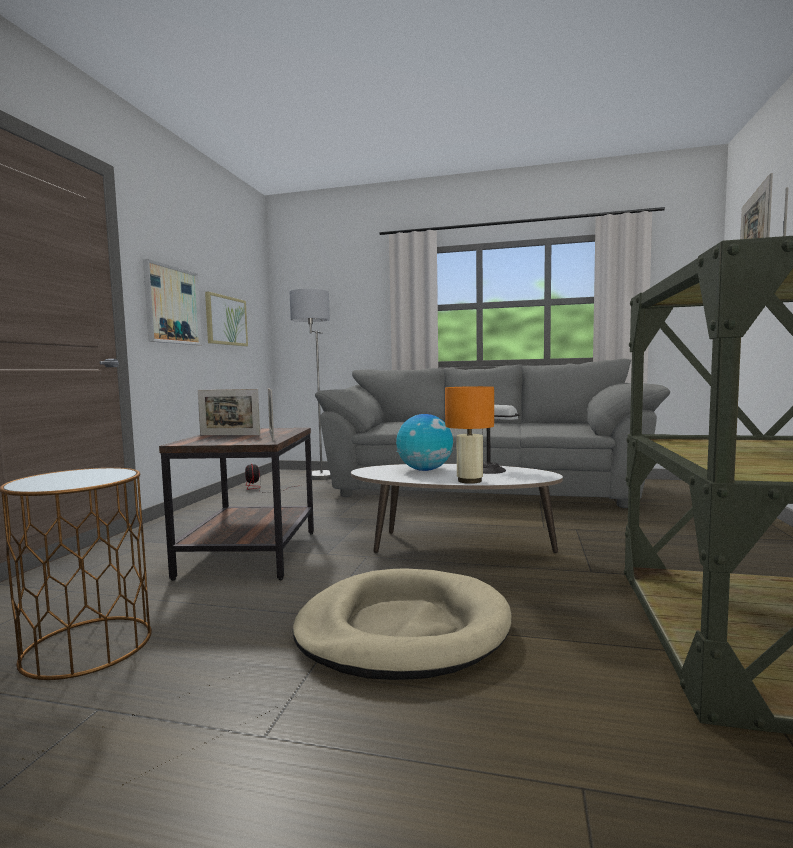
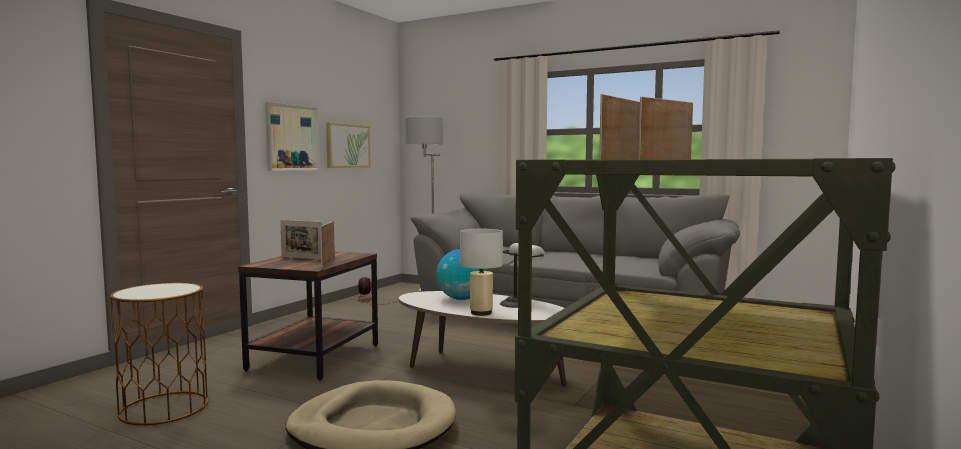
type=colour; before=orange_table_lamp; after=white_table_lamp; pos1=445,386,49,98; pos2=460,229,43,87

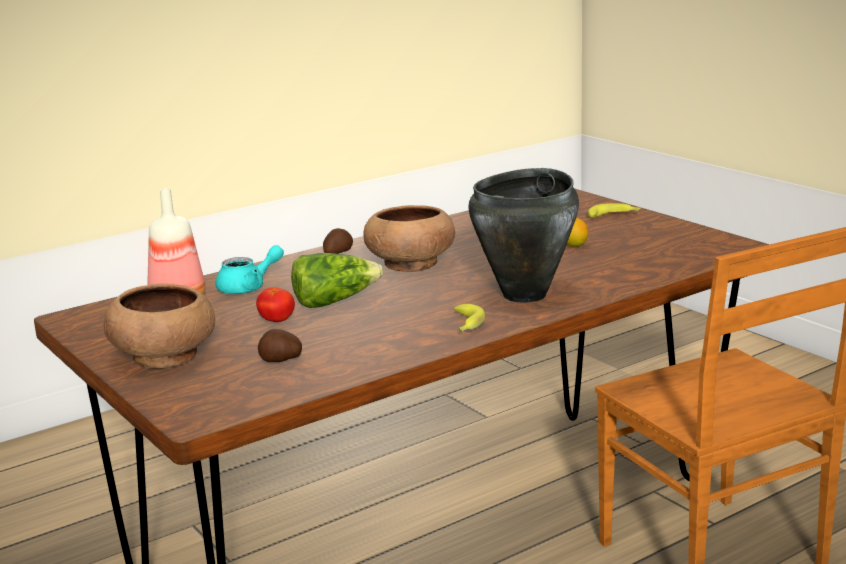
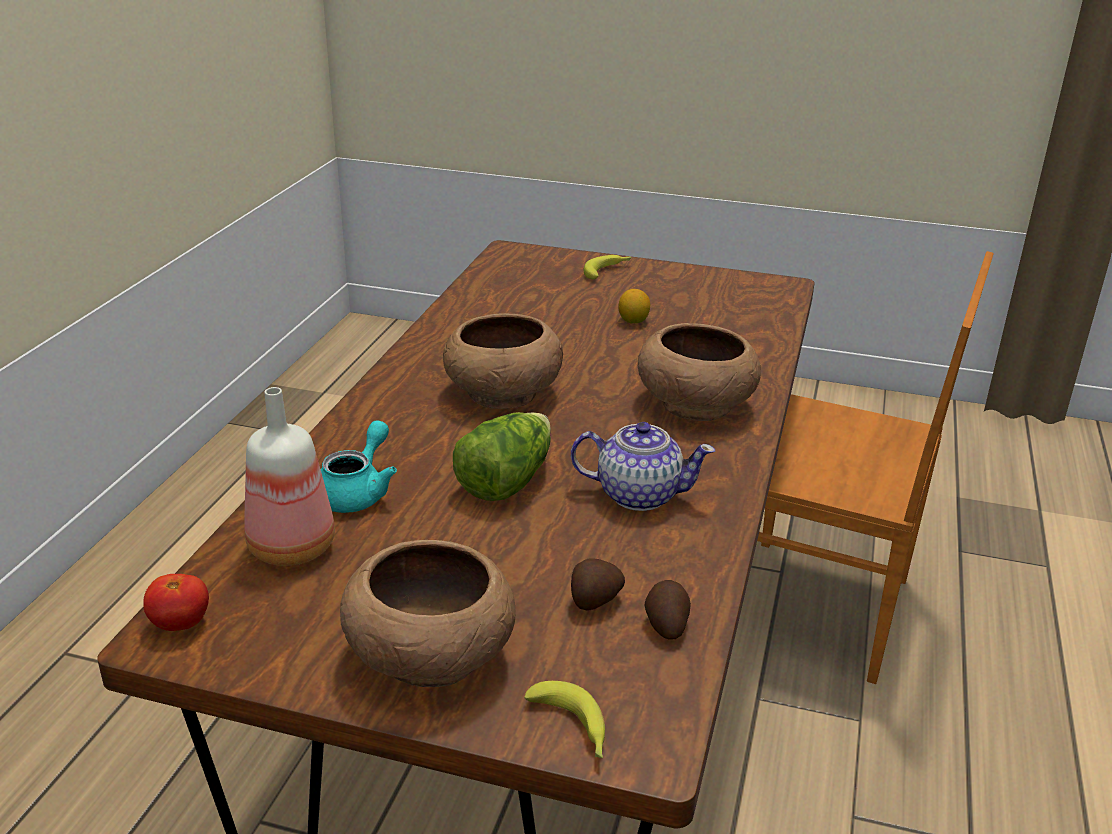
type=relocated; before=tomato; pos1=256,287,39,35; pos2=143,574,66,57
type=relocated; before=banana; pos1=454,304,31,27; pos2=524,681,81,77
type=appeared; after=teapot; pos2=571,422,144,89
type=exchanged; before=black_cooking_pot; after=brown_bowl; pos1=468,168,111,135; pos2=638,323,123,98
type=relocated; before=potato; pos1=323,228,30,26; pos2=645,580,46,60

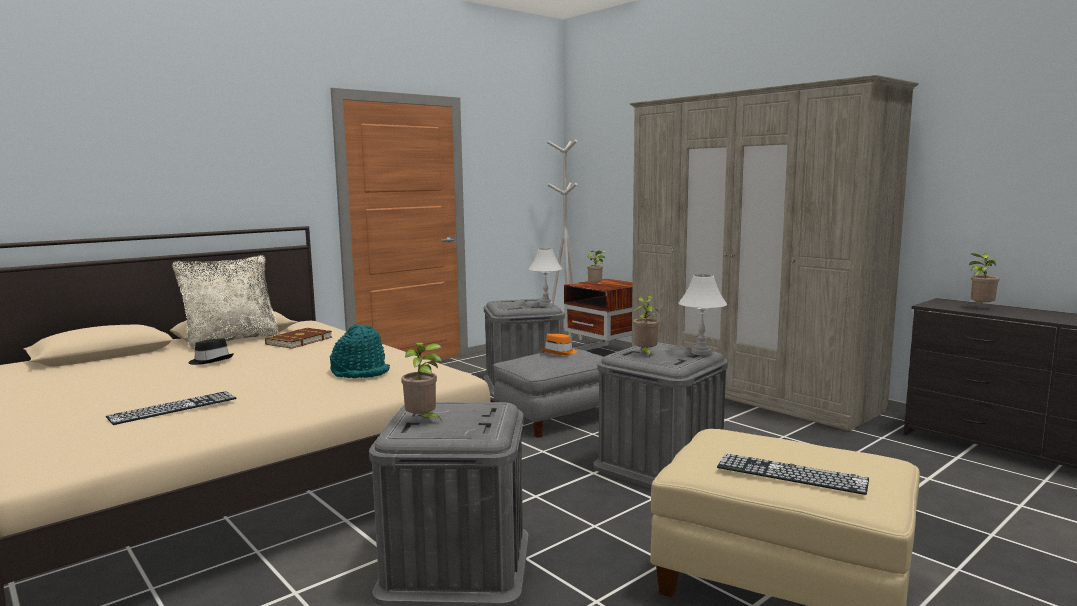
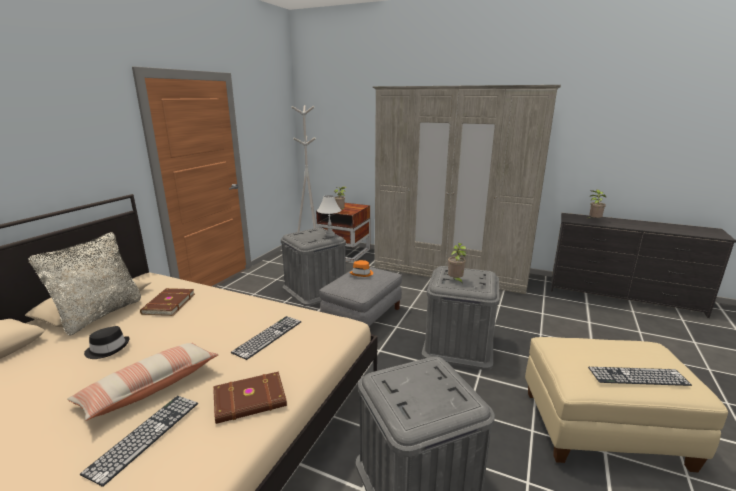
type=appeared; after=pillow; pos2=67,343,152,77
type=appeared; after=brown_book; pos2=213,371,74,53
type=exchanged; before=turquoise_hat; after=keyboard; pos1=330,324,60,54; pos2=231,316,71,44
type=missing; before=potted_plant; pos1=401,342,41,79
type=missing; before=white_table_lamp; pos1=678,274,49,81

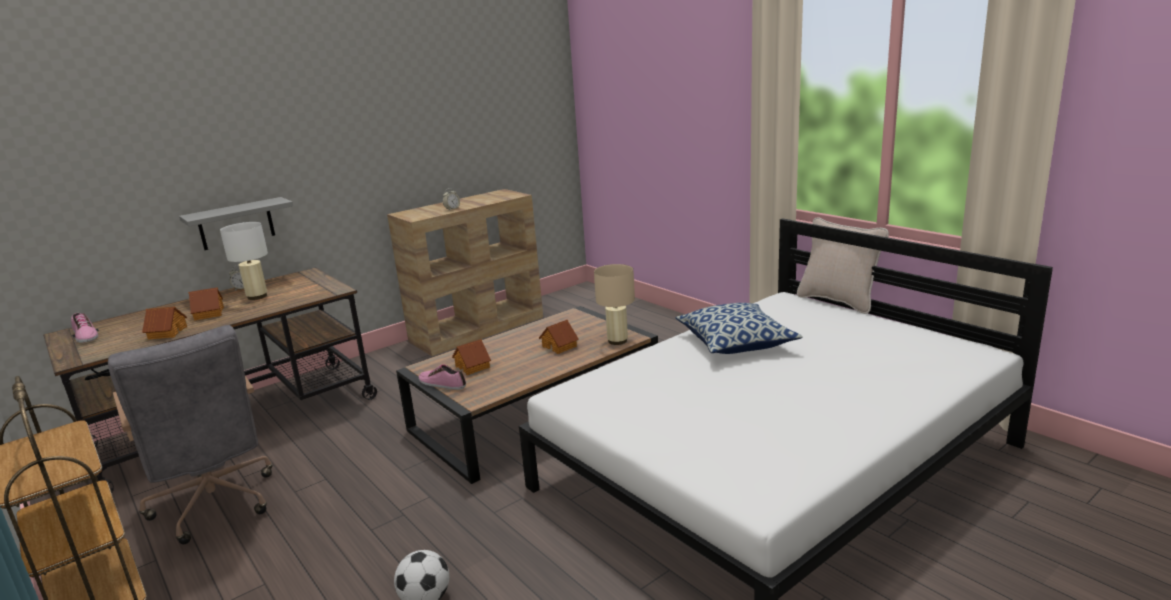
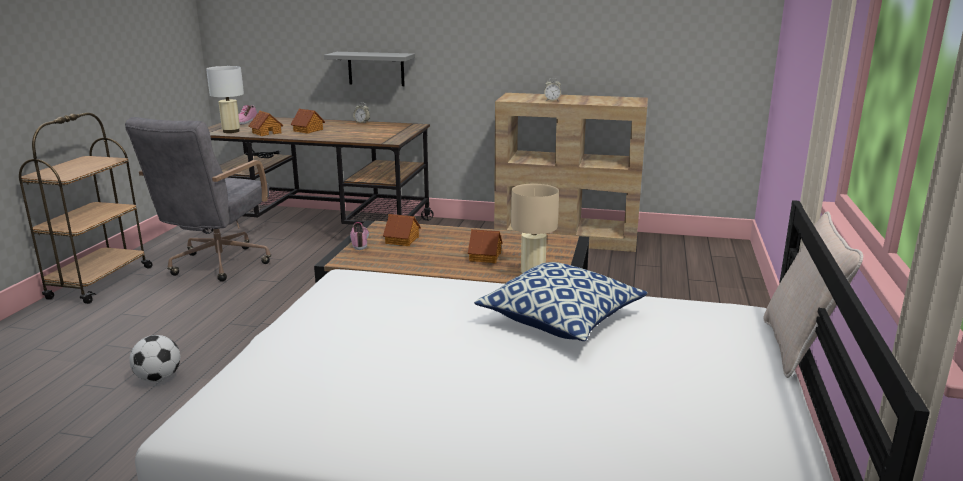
type=relocated; before=white_table_lamp; pos1=220,222,48,78; pos2=206,66,38,67

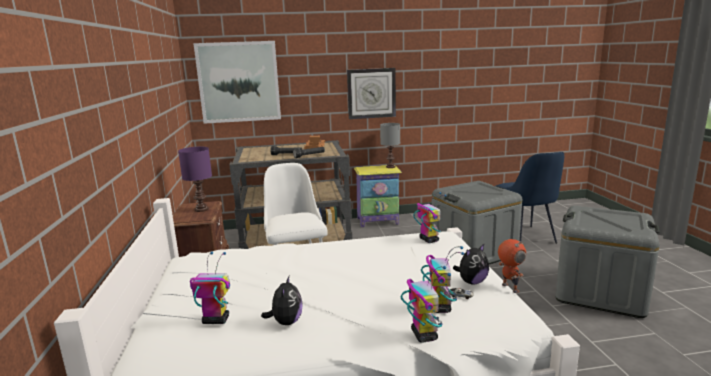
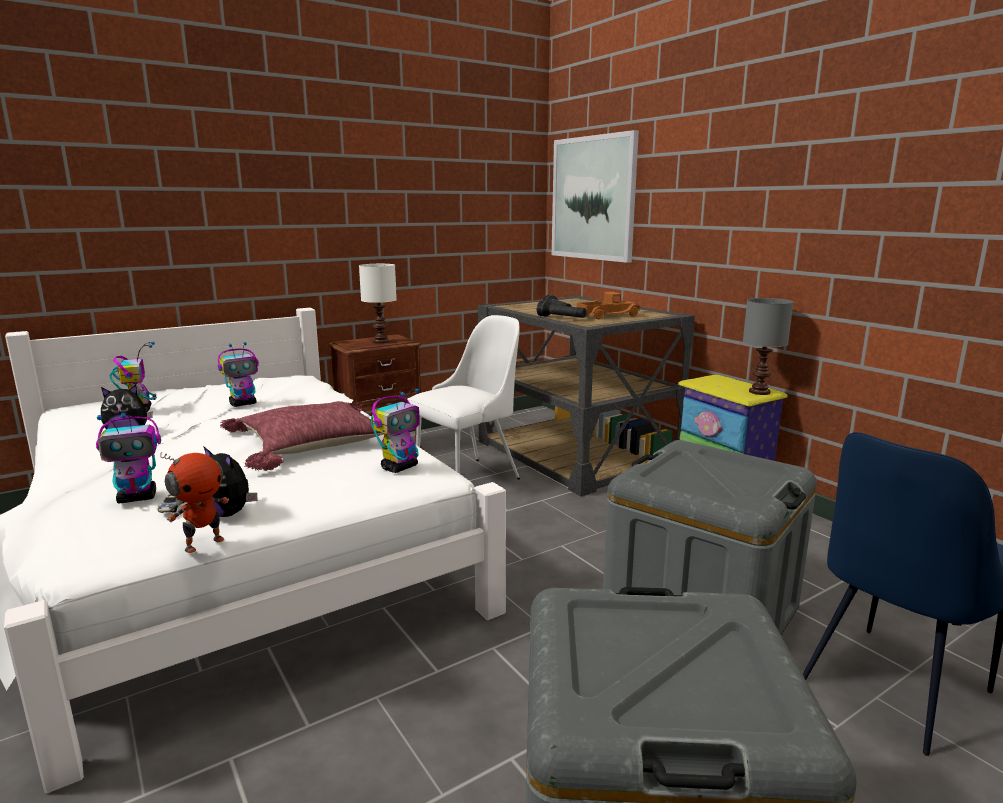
type=relocated; before=toy_robot; pos1=400,266,51,77; pos2=218,342,41,65
type=appeared; after=red_pillow; pos2=220,401,165,70
type=colour; before=purple_table_lamp; after=white_table_lamp; pos1=178,147,34,65; pos2=359,264,38,80
type=missing; before=wall_clock; pos1=347,68,49,51

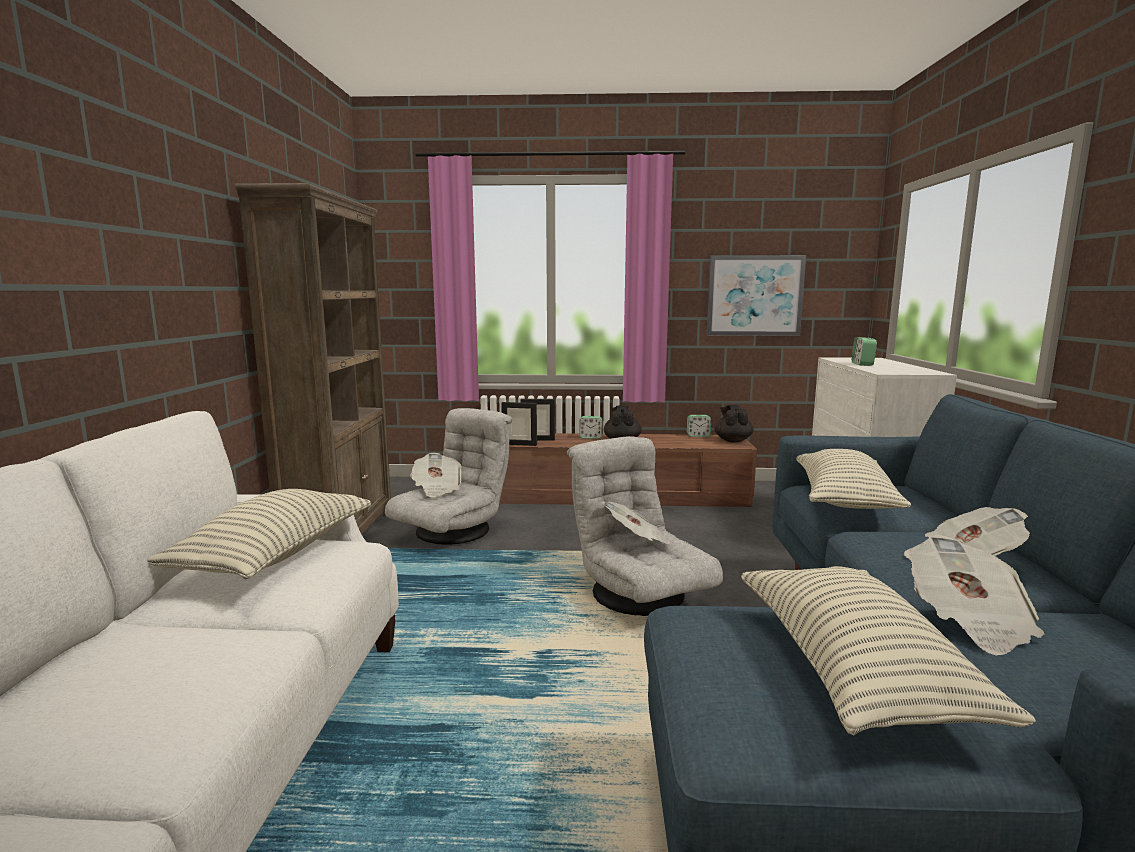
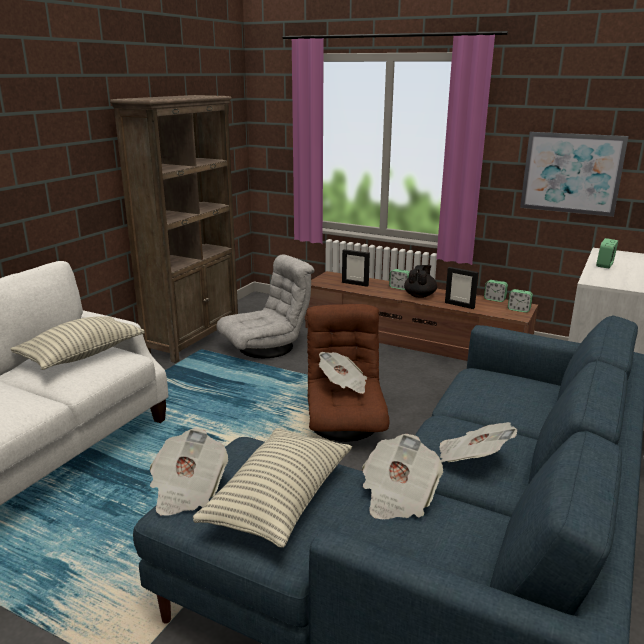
type=relocated; before=newspaper; pos1=410,453,52,44; pos2=150,428,78,88
type=colour; before=grey_armchair; after=brown_armchair; pos1=567,436,156,180; pos2=306,304,84,138
type=relocated; before=picture_frame; pos1=501,402,36,44; pos2=445,267,34,42
type=exchanged; before=black_teapot; after=alarm_clock; pos1=715,405,39,37; pos2=508,289,25,24
type=missing; before=pillow; pos1=796,449,115,60

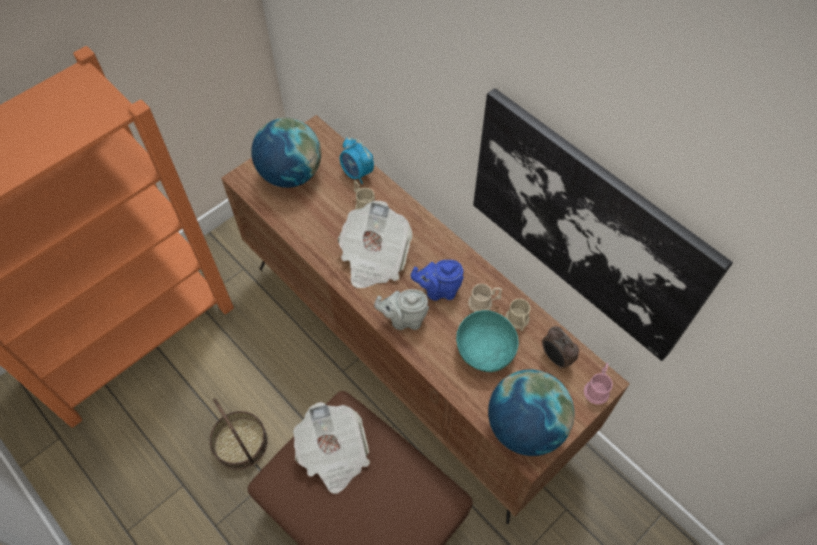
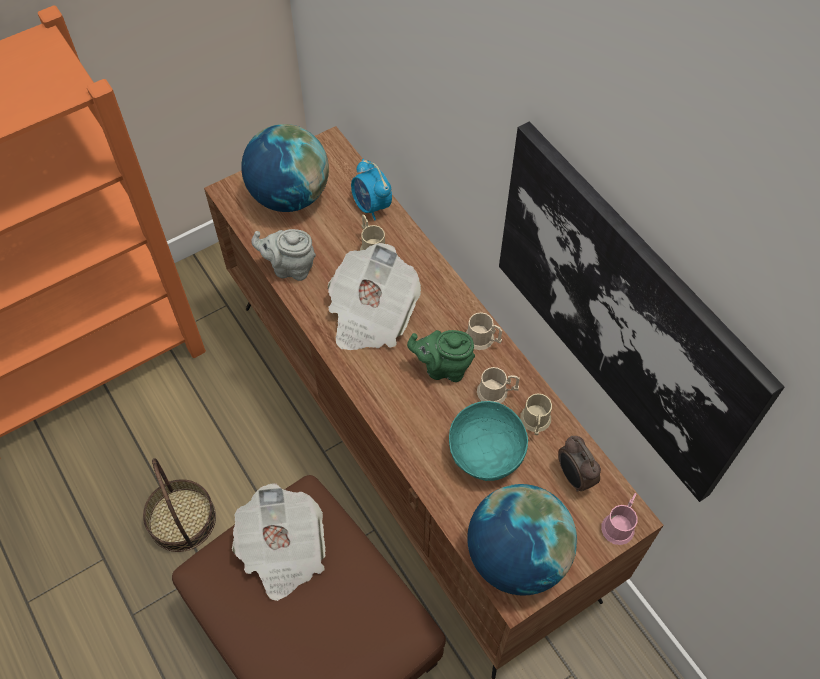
type=relocated; before=grey_teapot; pos1=374,289,55,41; pos2=251,229,65,52
type=colour; before=blue_teapot; after=green_teapot; pos1=411,260,53,41; pos2=407,330,68,52
type=appeared; after=beige_mug; pos2=465,312,37,38

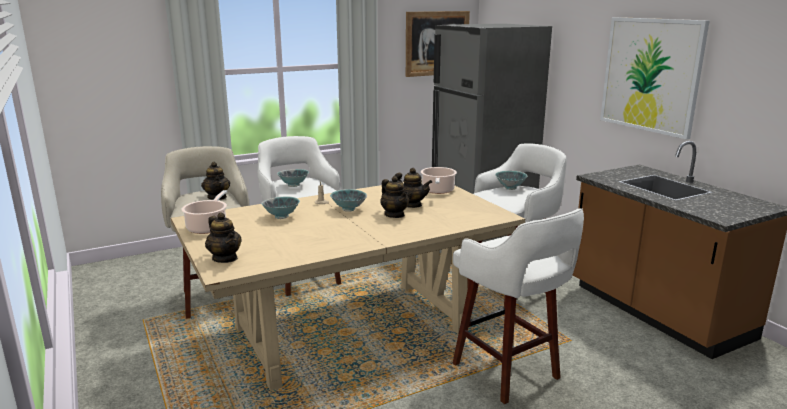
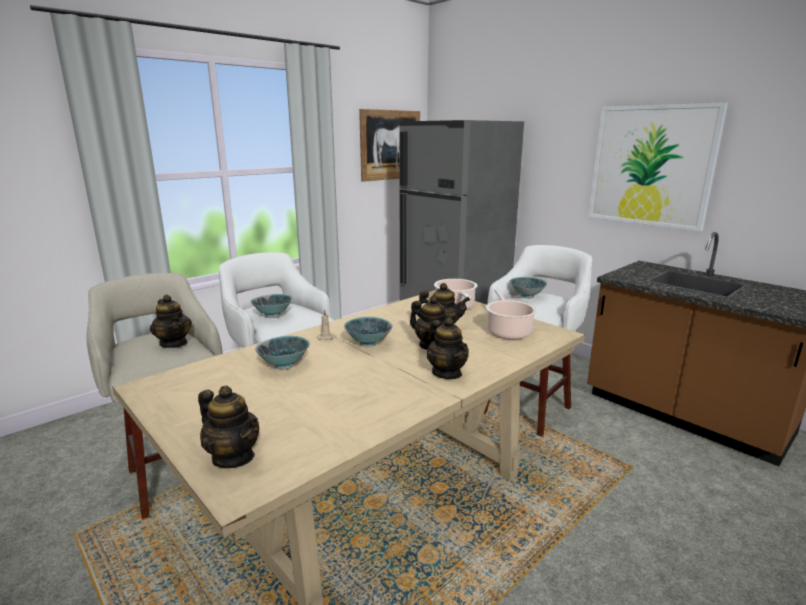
type=appeared; after=teapot; pos2=427,318,42,61
type=relocated; before=cooking_pot; pos1=182,190,45,44; pos2=486,289,51,51
type=missing; before=white_stool; pos1=453,208,131,196

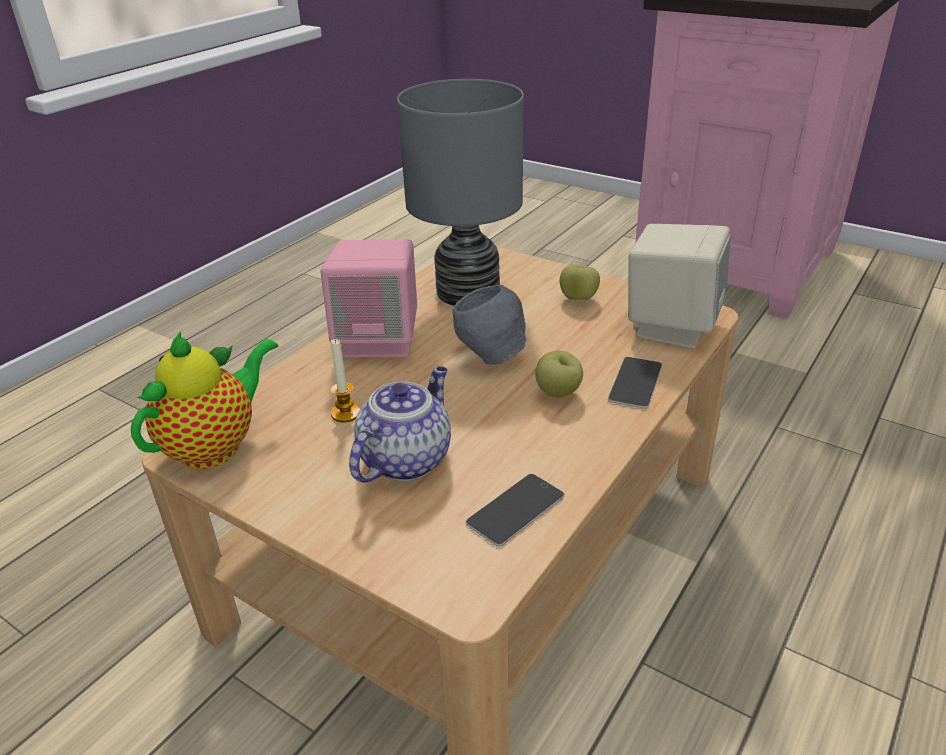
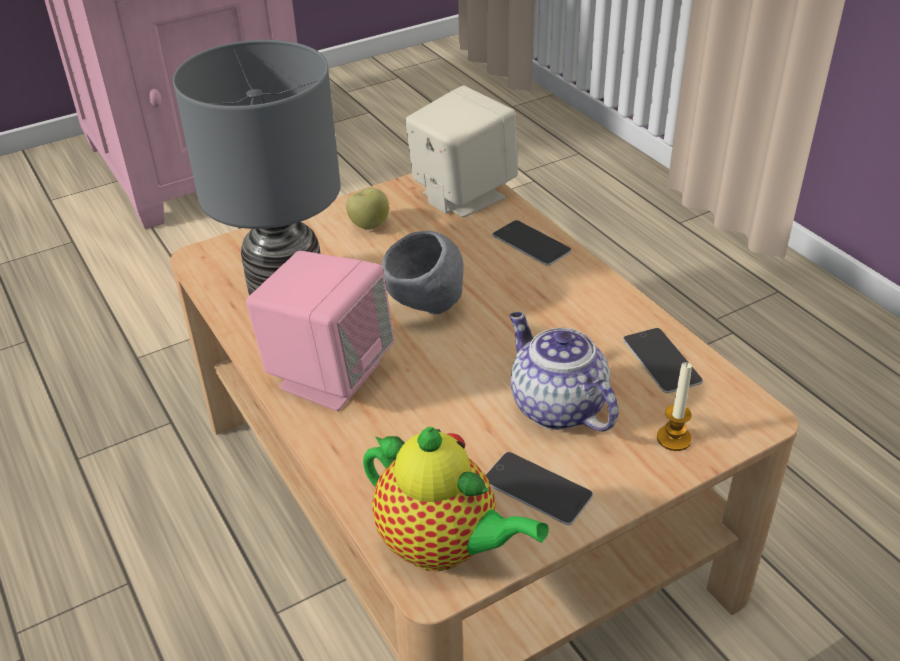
type=spun; before=teapot; pos1=131,331,147,138; pos2=363,427,186,144; turn=150
type=appeared; after=phone; pos2=486,452,107,73
type=relocated; before=candle; pos1=331,339,29,83; pos2=657,362,35,89
type=missing; before=apple; pos1=535,351,48,46

